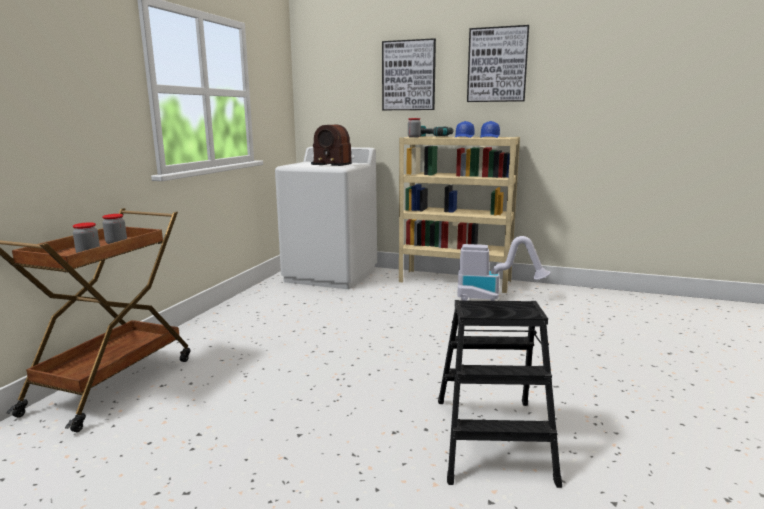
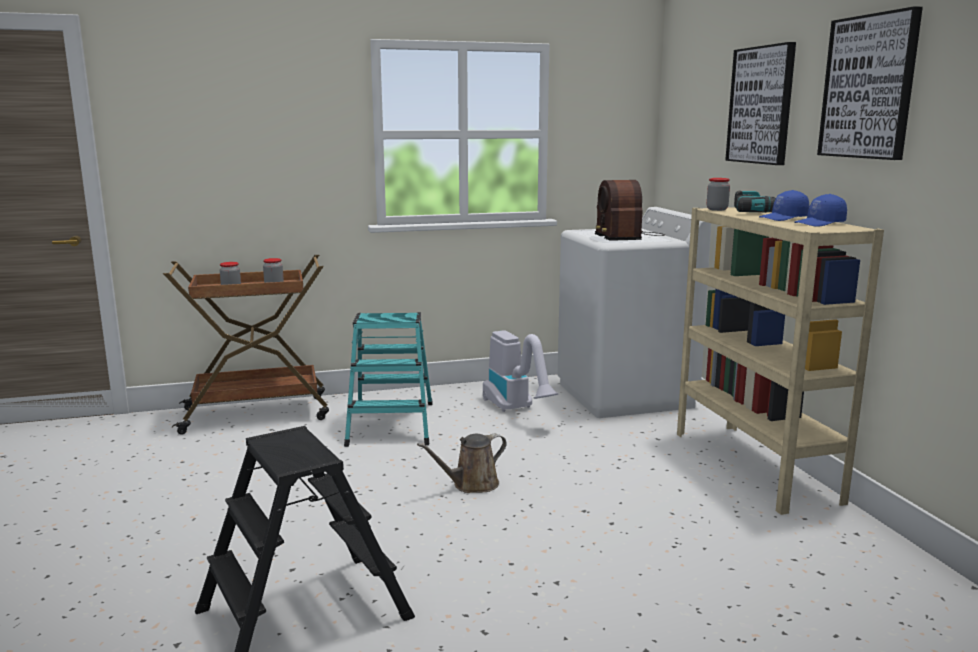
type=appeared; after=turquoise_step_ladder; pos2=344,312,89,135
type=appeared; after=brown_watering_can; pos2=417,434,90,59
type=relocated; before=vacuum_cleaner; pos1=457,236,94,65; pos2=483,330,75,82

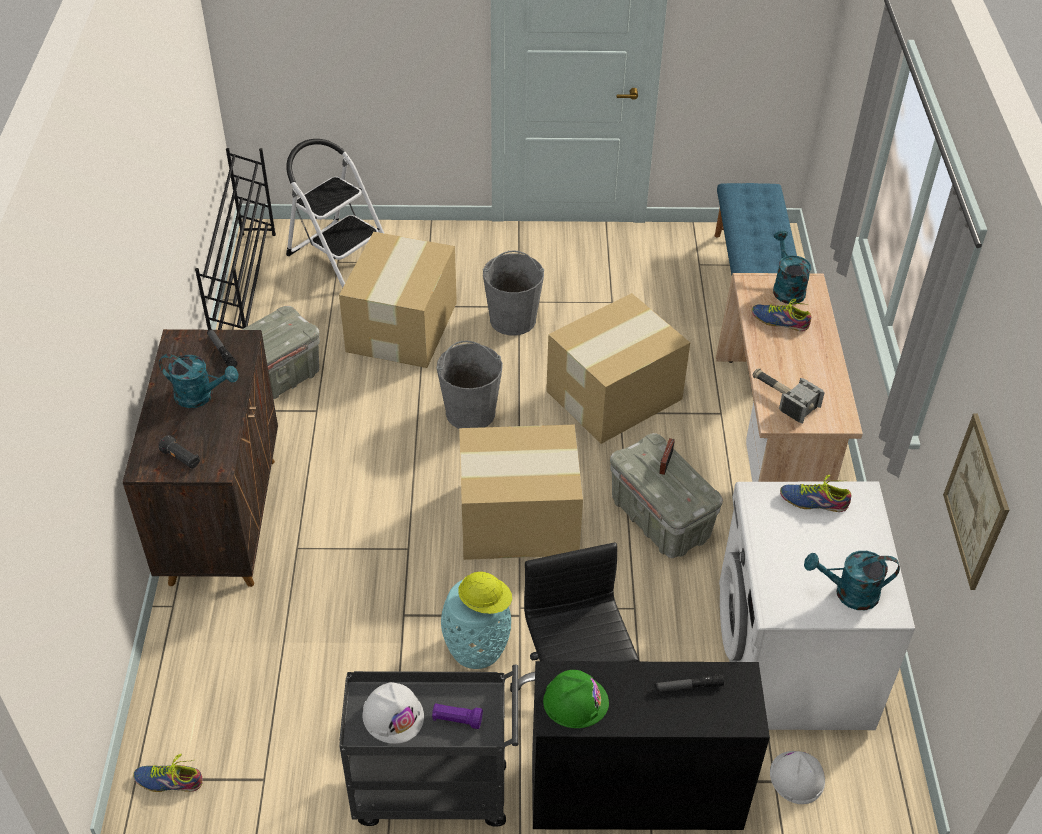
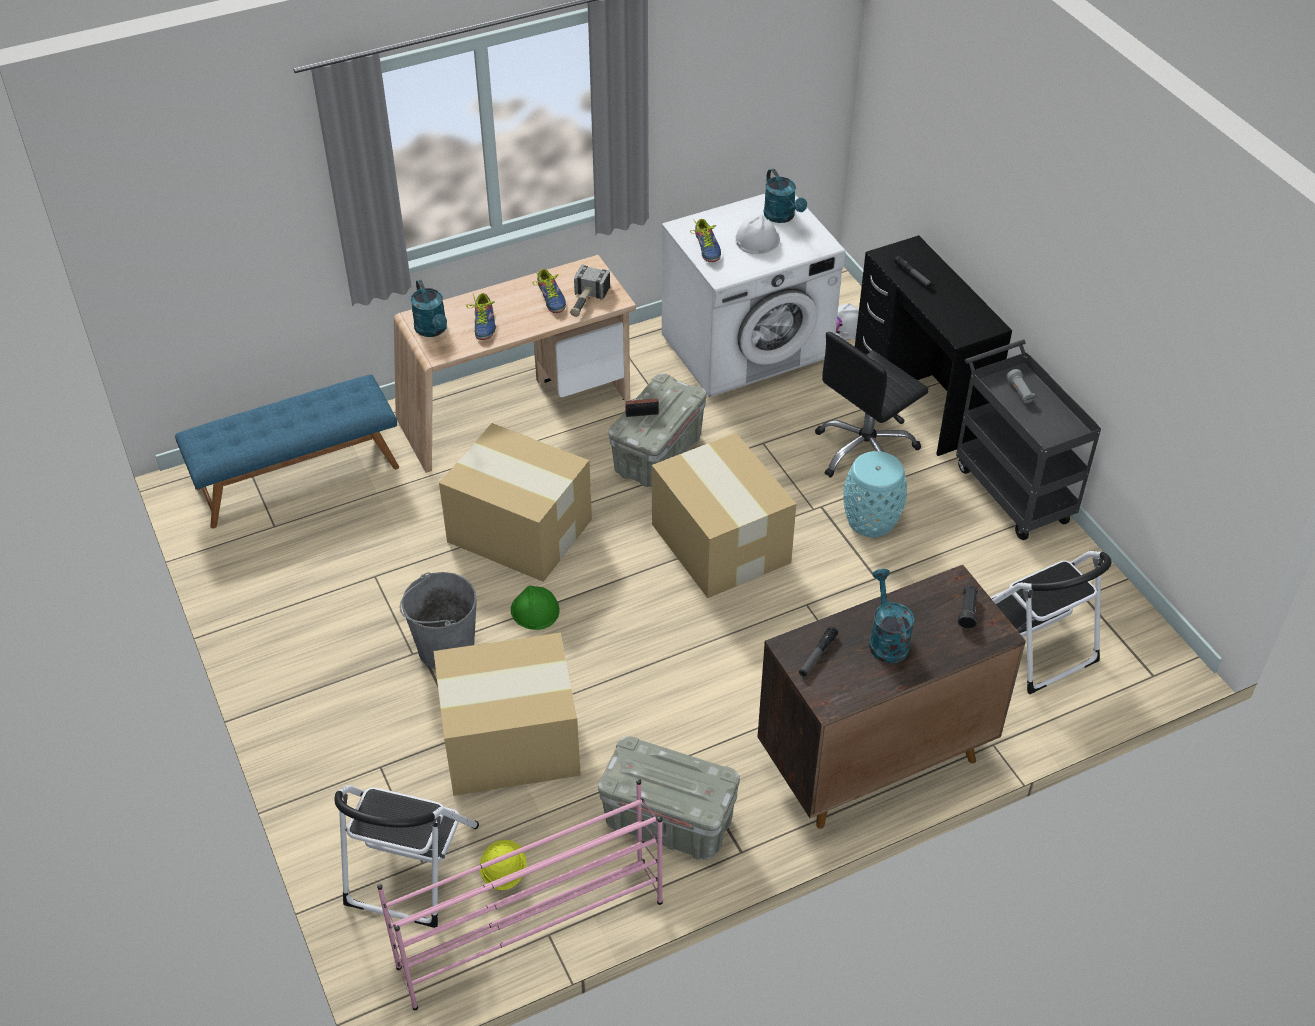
type=colour; before=black_shoe_rack; after=pink_shoe_rack; pos1=195,148,81,182; pos2=377,779,286,231
type=spun; before=turquoise_watering_can; pos1=773,231,38,73; pos2=411,280,36,57; turn=-75
type=relocated; before=yellow_hard_hat; pos1=458,572,54,42; pos2=480,840,47,50
type=relocated; before=green_hard_hat; pos1=543,670,66,58; pos2=511,586,49,44
type=relocated; before=shoe; pos1=133,754,70,38; pos2=533,269,33,44
type=relocated; before=white_hard_hat; pos1=362,682,62,62; pos2=735,214,45,40
type=appeared; after=step_ladder; pos2=990,551,122,143
type=colour; before=purple_flashlight; after=grey_flashlight; pos1=432,703,51,26; pos2=1006,369,29,34
type=missing; before=grey_bucket; pos1=437,341,66,88
type=missing; before=picture; pos1=943,414,66,176

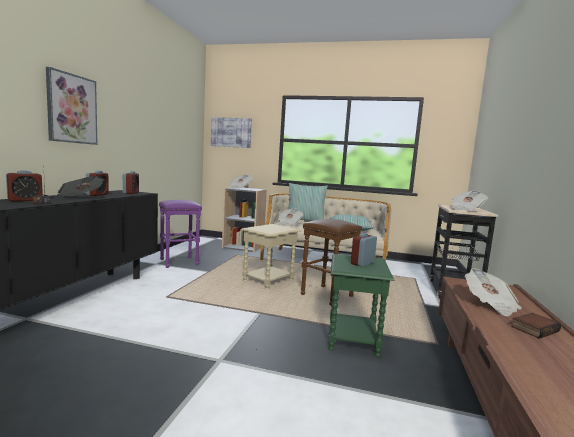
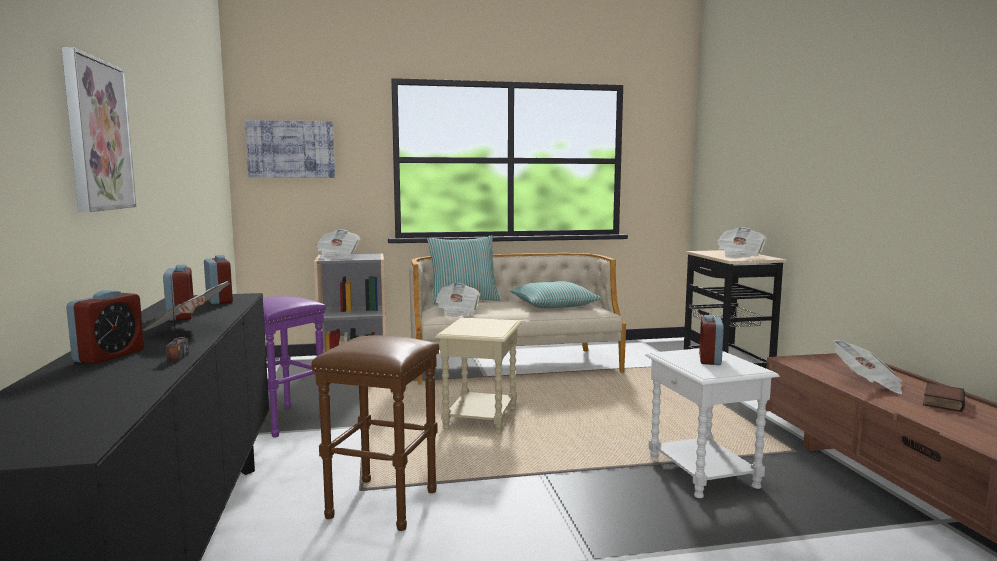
type=relocated; before=brown_stool; pos1=301,219,61,87; pos2=312,335,127,196
type=colour; before=green_side_table; after=white_side_table; pos1=328,254,66,103; pos2=645,348,135,150

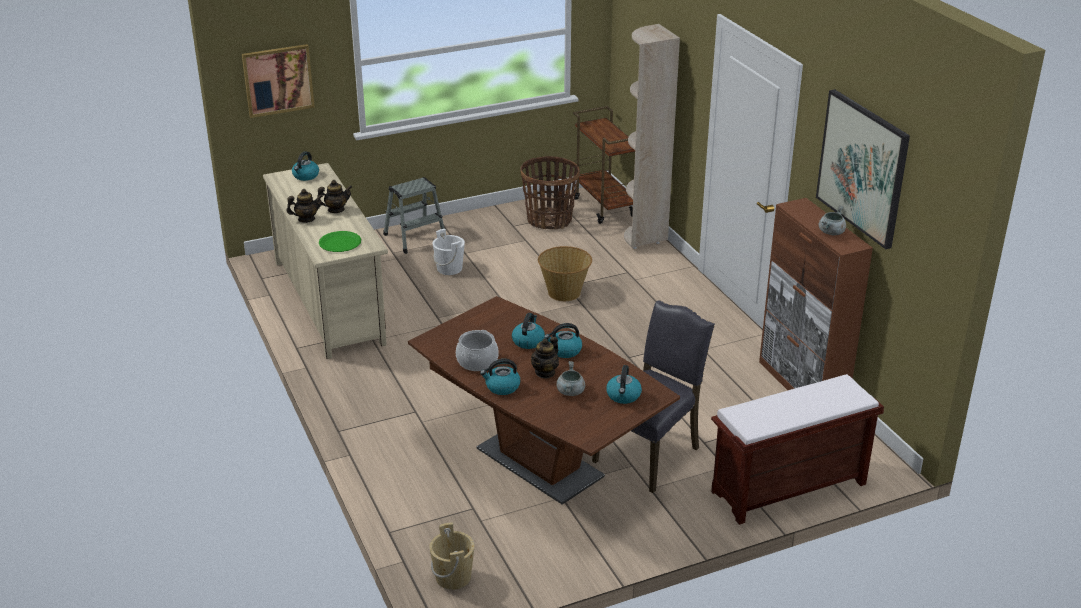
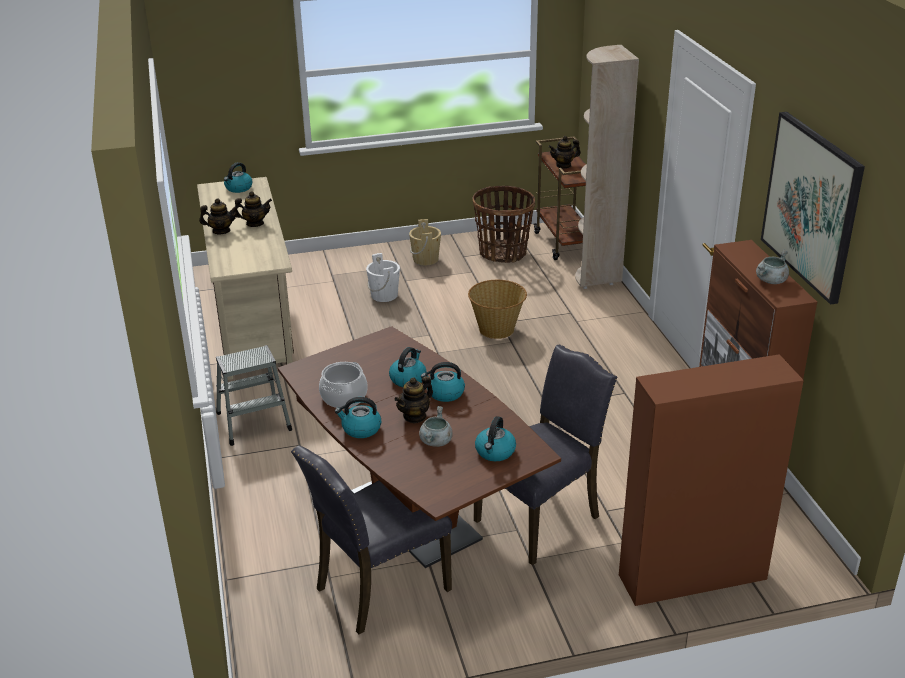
type=relocated; before=grey_step_ladder; pos1=383,177,62,77; pos2=216,345,76,101
type=appeared; after=grey_chair; pos2=291,446,161,188
type=relocated; before=beige_bucket; pos1=429,522,46,68; pos2=409,219,32,47
type=appeared; after=teapot; pos2=549,136,32,33
type=exchanged; before=brown_bench; after=brown_cabinet; pos1=711,374,173,151; pos2=619,354,185,252
type=missing; before=picture; pos1=242,44,73,74
type=missing; before=green_plate; pos1=319,231,42,21

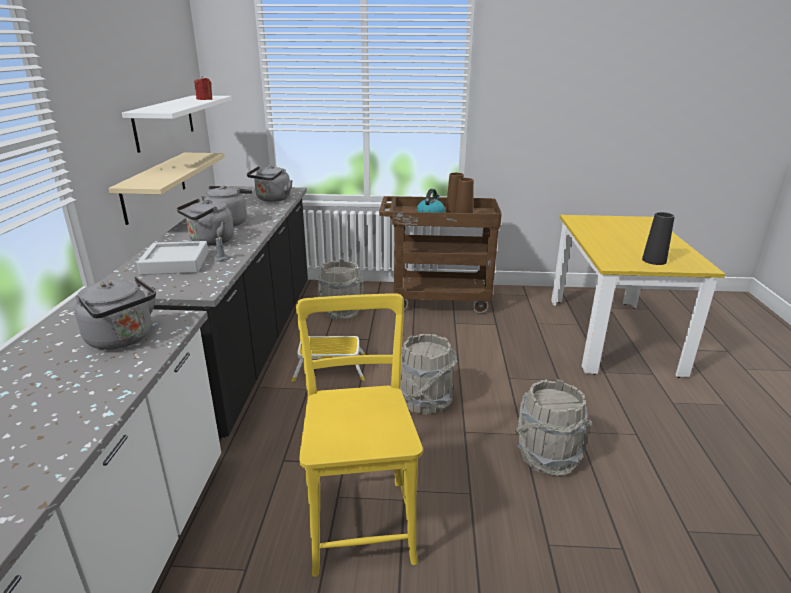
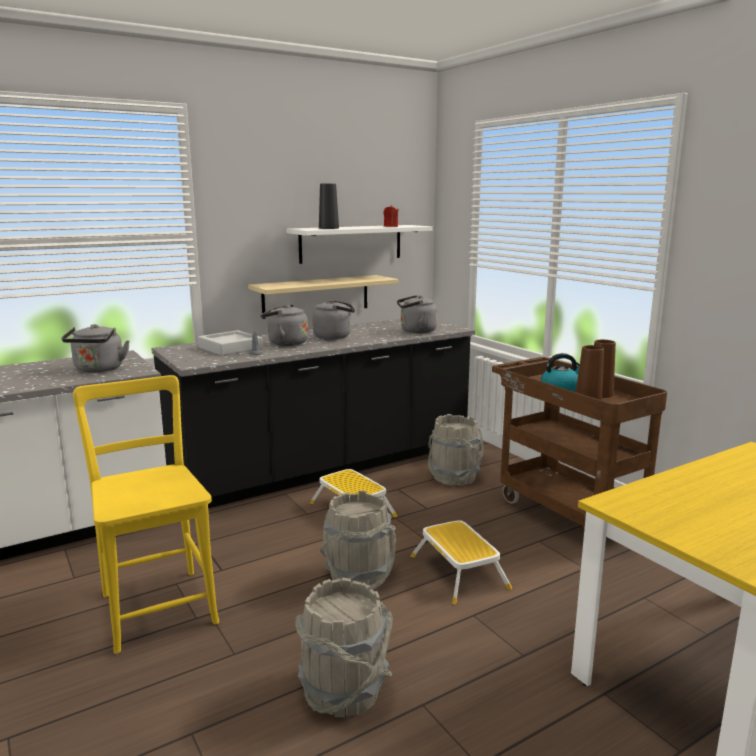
type=spun; before=yellow_chair; pos1=296,293,127,284; pos2=73,375,146,279; turn=-75
type=relocated; before=black_vase; pos1=642,212,33,53; pos2=319,183,20,46
type=appeared; after=yellow_step_ladder; pos2=410,520,102,84

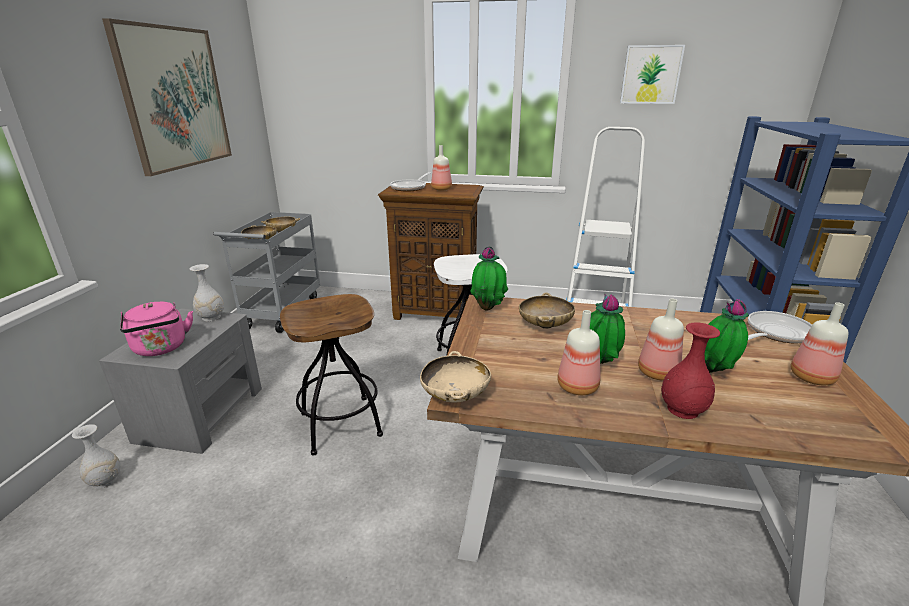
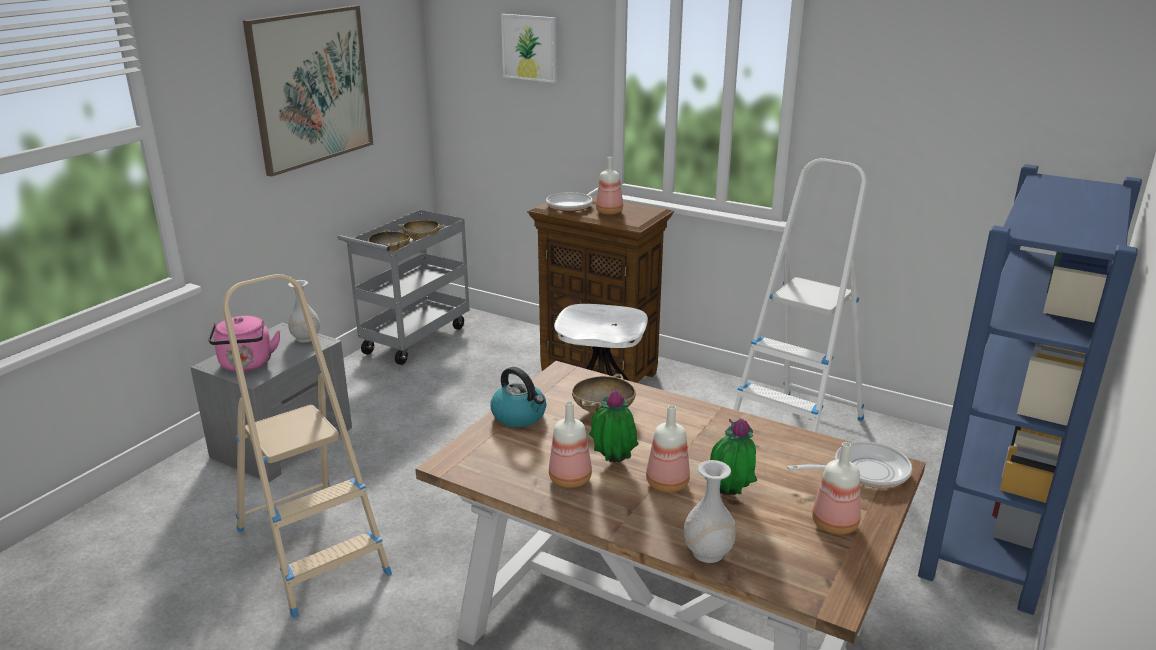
type=appeared; after=beige_step_ladder; pos2=222,274,170,344
type=appeared; after=kettle; pos2=490,367,56,60
type=relocated; before=picture; pos1=620,45,65,59; pos2=501,14,56,69
type=relocated; before=white_vase; pos1=72,424,48,65; pos2=683,460,53,103
type=missing; before=brown_stool; pos1=280,294,103,162
type=missing; before=beige_bowl; pos1=420,351,71,51
type=missing; before=potted_plant; pos1=470,247,38,64
type=missing; before=red_vase; pos1=661,323,59,96

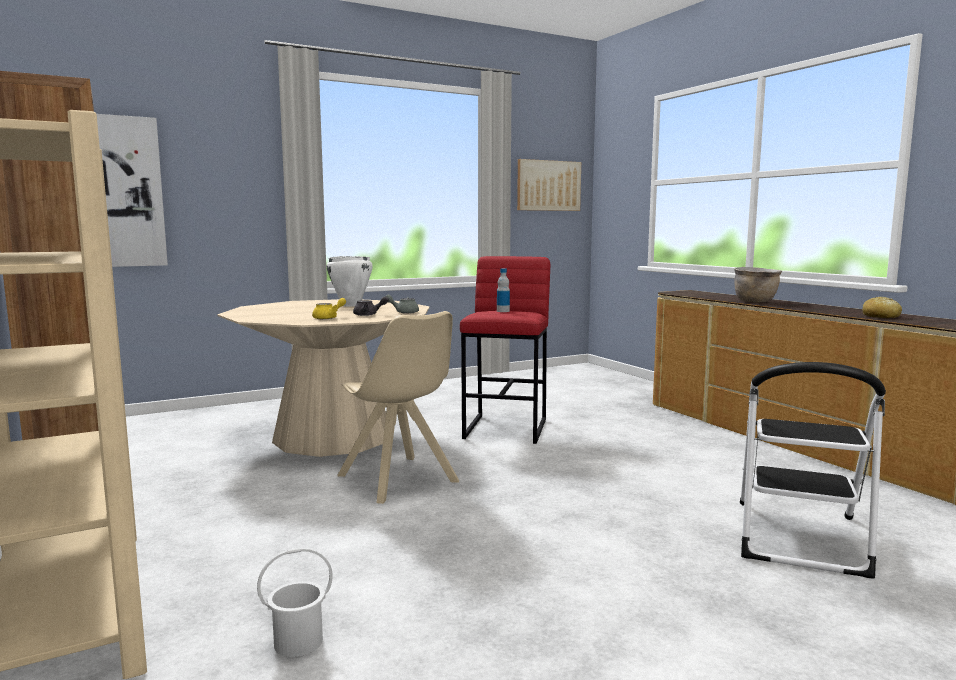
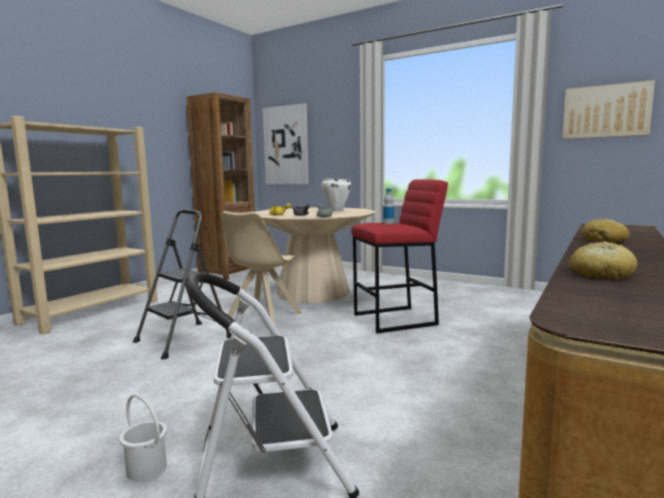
type=relocated; before=white_bucket; pos1=257,548,76,109; pos2=119,394,48,88
type=appeared; after=black_step_ladder; pos2=133,209,98,151
type=exchanged; before=brown_cooking_pot; after=bread; pos1=734,267,48,35; pos2=582,218,47,25

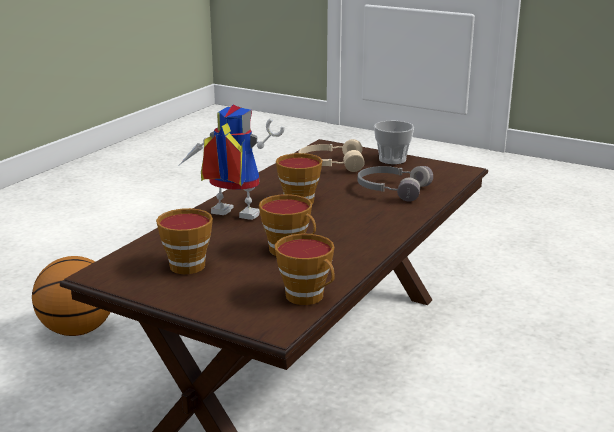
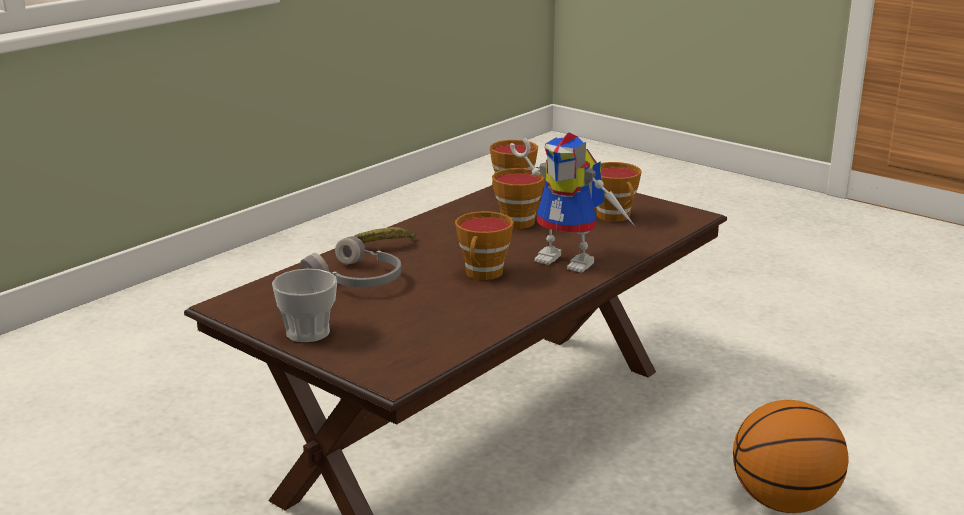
type=appeared; after=banana; pos2=354,227,62,16
type=missing; before=beige_headphones; pos1=298,139,67,33

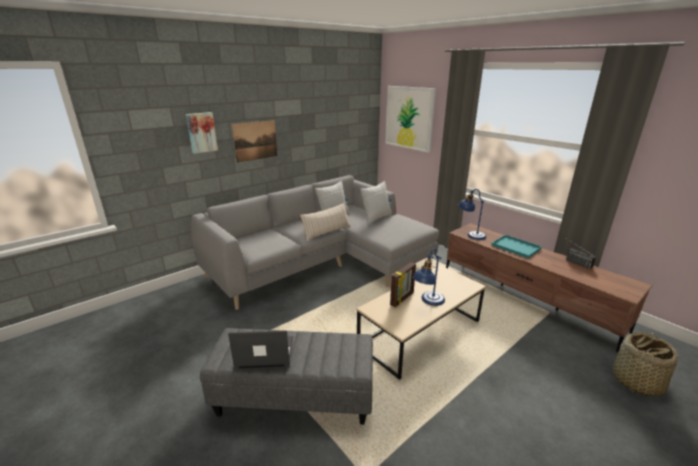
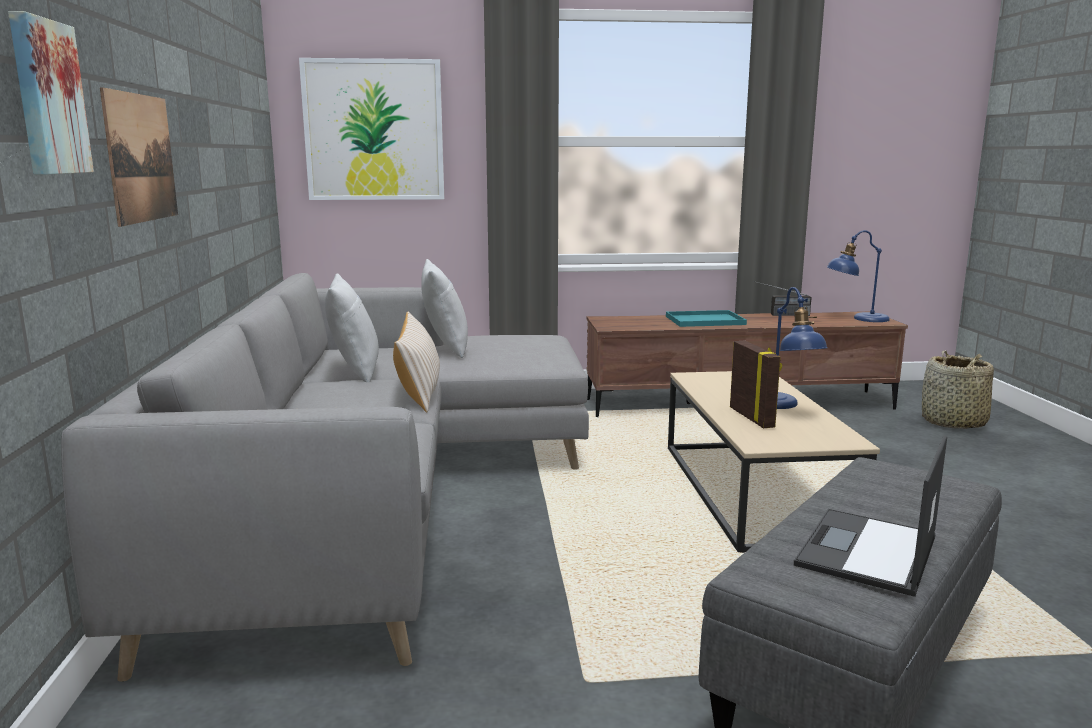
type=relocated; before=blue_table_lamp; pos1=458,189,28,51; pos2=827,230,63,92

